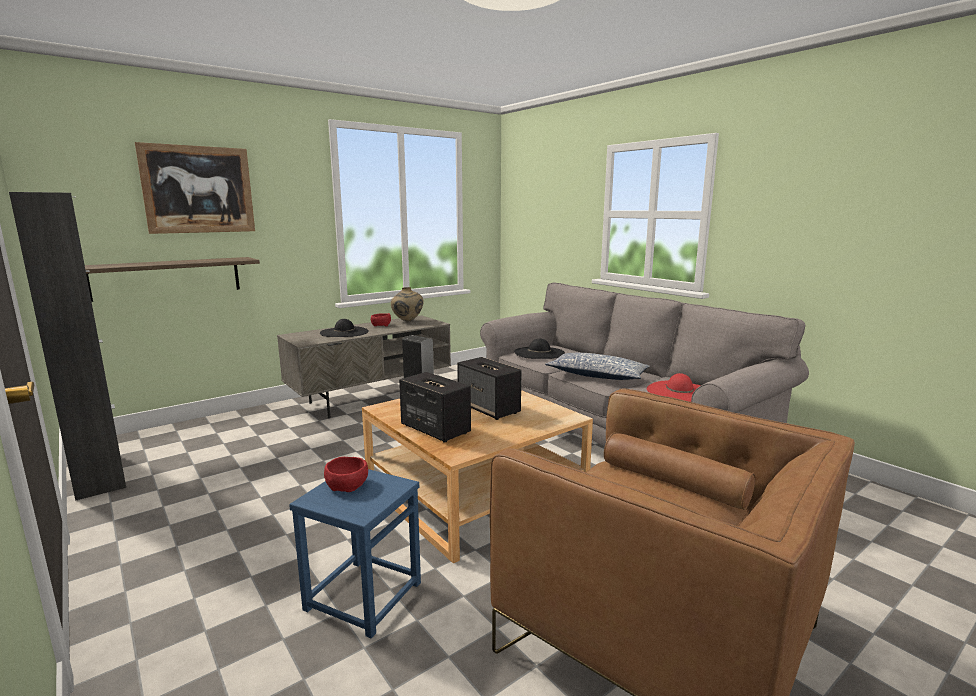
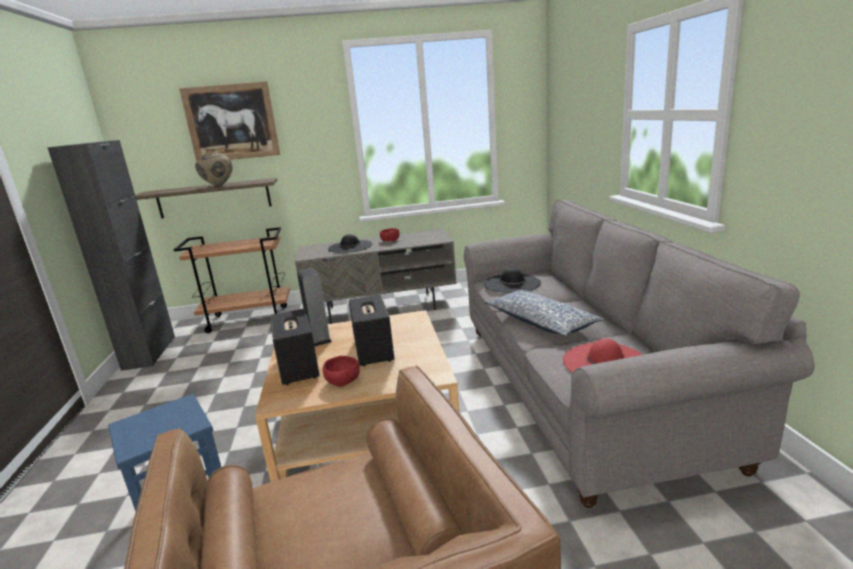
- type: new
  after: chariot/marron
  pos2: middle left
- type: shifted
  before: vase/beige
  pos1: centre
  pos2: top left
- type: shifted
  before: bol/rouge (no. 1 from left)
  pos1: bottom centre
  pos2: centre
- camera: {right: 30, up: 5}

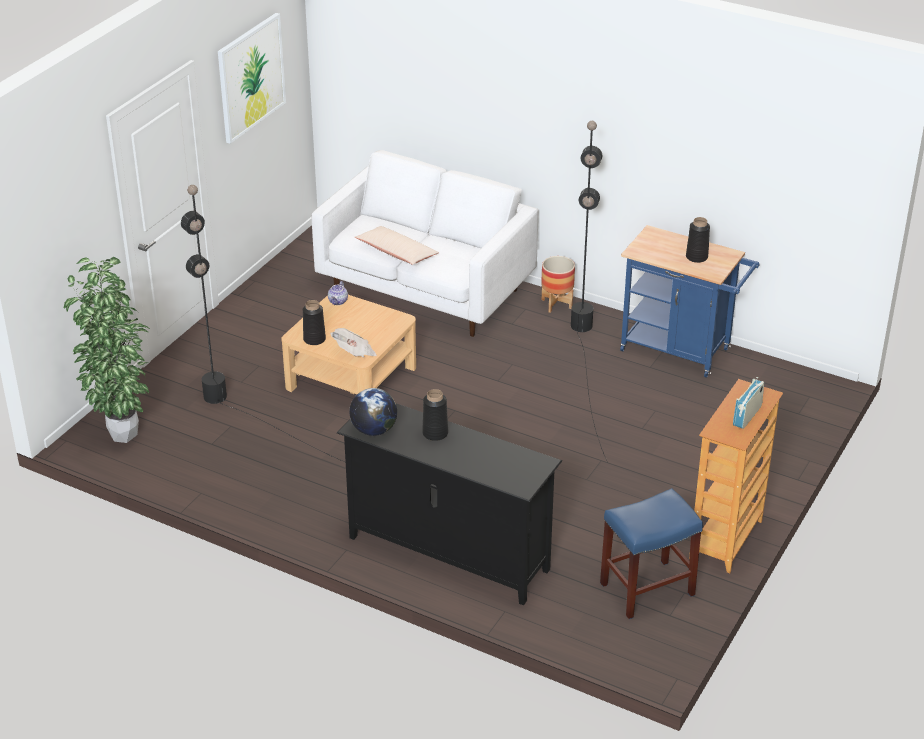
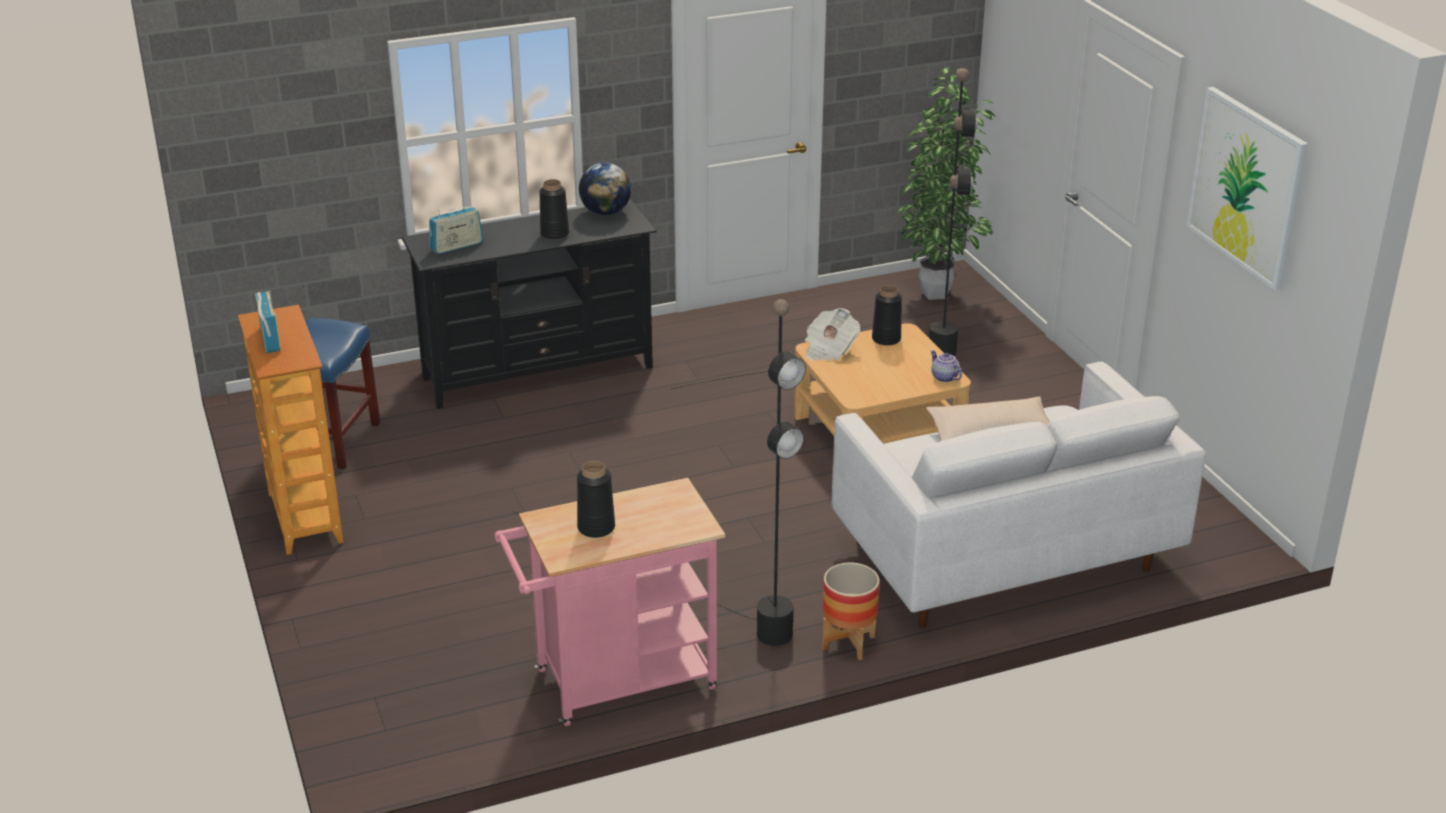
- type: new
  after: radio (no. 2 from left)
  pos2: top left
- type: repainted
  before: chariot/bleu
  after: chariot/rose
  pos1: middle right
  pos2: bottom centre
- camera: {right: 130, up: -5}

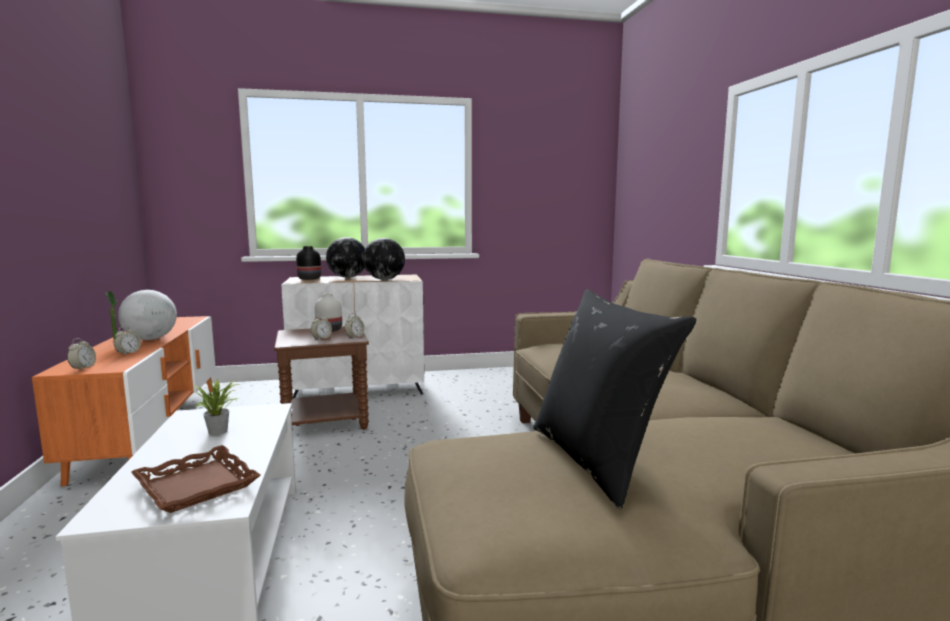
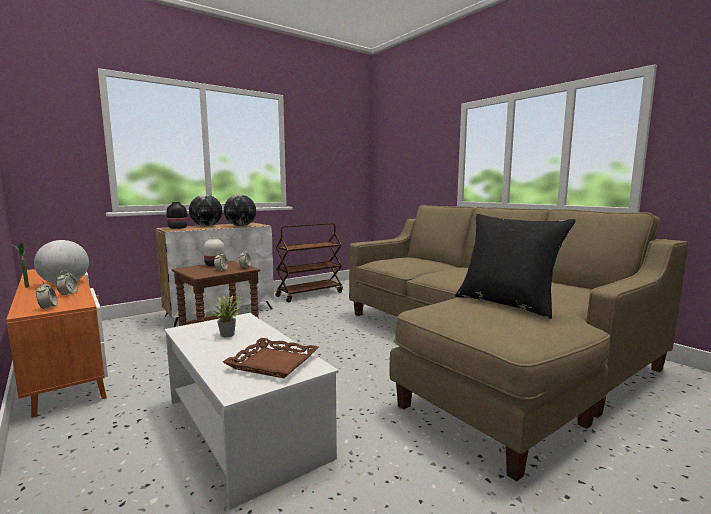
- type: new
  after: chariot/marron
  pos2: centre
- camera: {right: -25, up: 0}

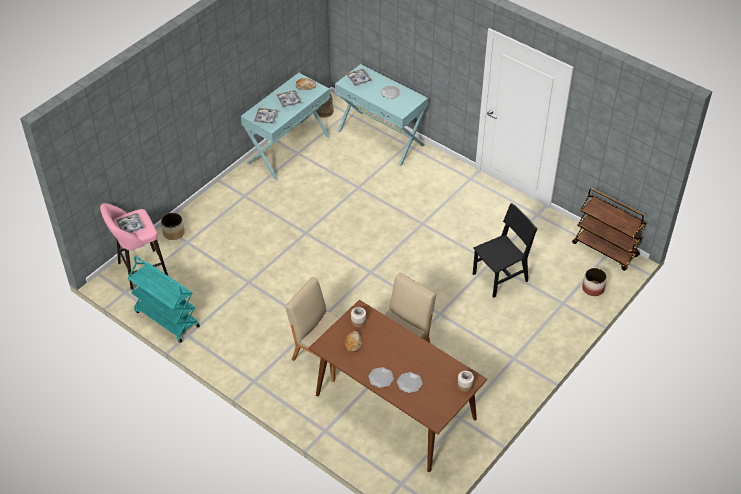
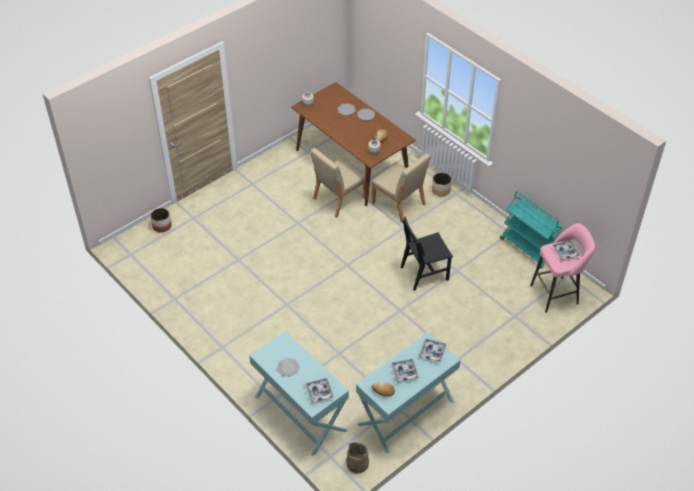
- type: shifted
  before: chaise/noir
  pos1: middle right
  pos2: centre
- type: shifted
  before: cache-pot (no. 1 from left in the first image)
  after: cache-pot (no. 2 from left)
  pos1: middle left
  pos2: centre
- type: gone
  before: chariot/marron
  pos1: middle right
- camera: {right: -170, up: 0}

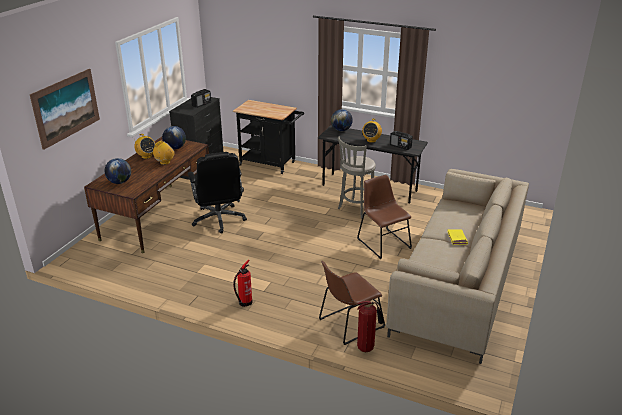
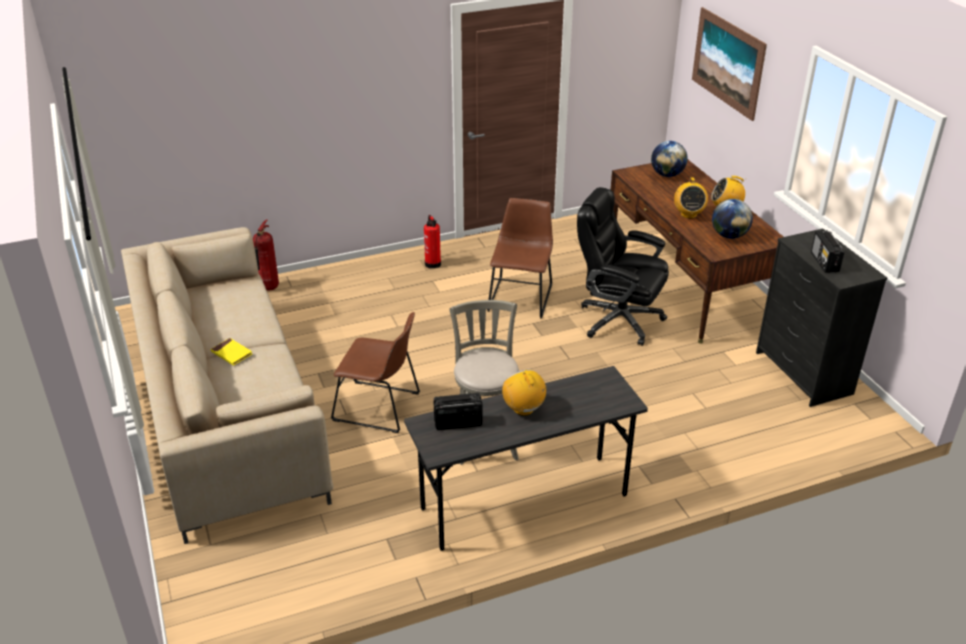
- type: shifted
  before: chaise/marron (no. 1 from left in the first image)
  after: chaise/marron (no. 2 from left)
  pos1: bottom centre
  pos2: centre
- type: gone
  before: chariot/noir
  pos1: top centre
- type: gone
  before: globe (no. 3 from left)
  pos1: top centre
- camera: {right: 135, up: 5}

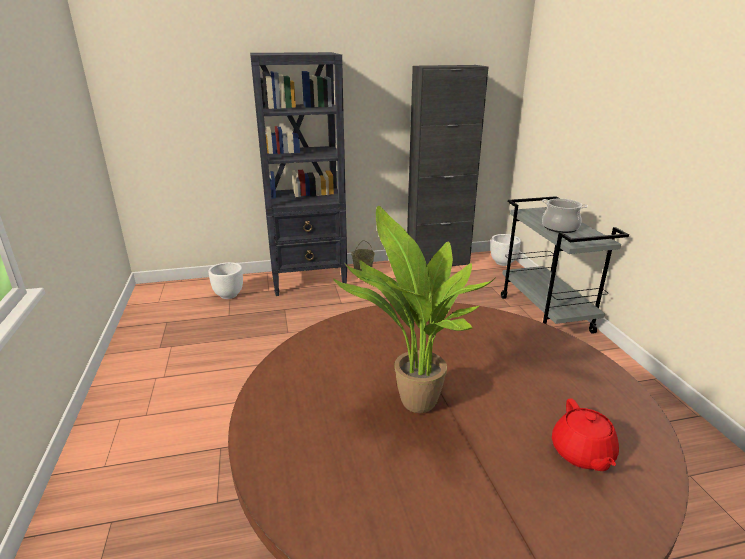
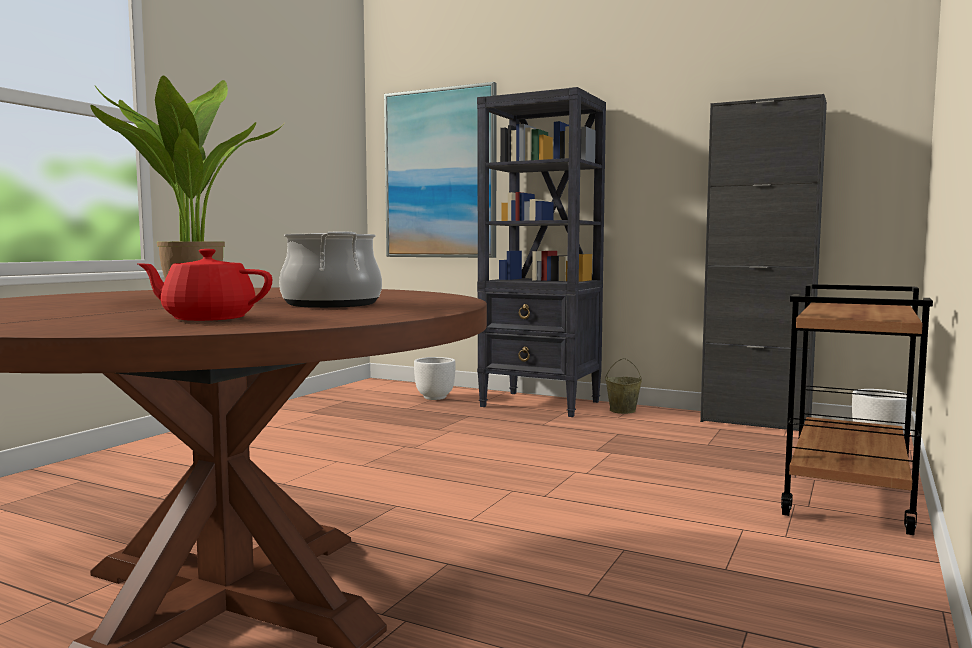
- type: rotated
  before: théière/rouge
  pos1: bottom right
  pos2: middle left
  turn: 60
- type: shifted
  before: marmite
  pos1: middle right
  pos2: centre
- type: new
  after: tableau
  pos2: top centre
- type: repainted
  before: chariot/gris
  after: chariot/marron
  pos1: middle right
  pos2: middle right
- camera: {right: 40, up: -20}

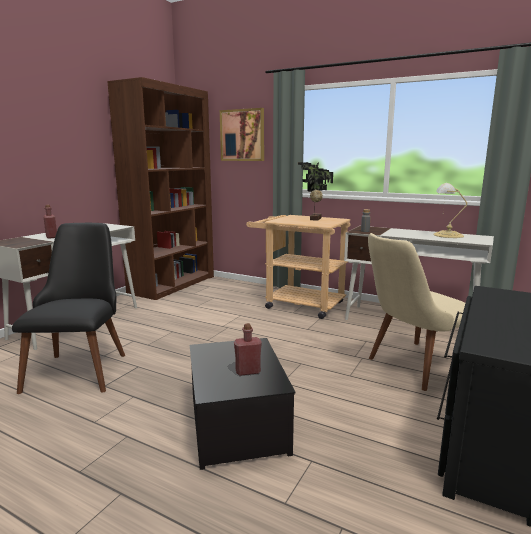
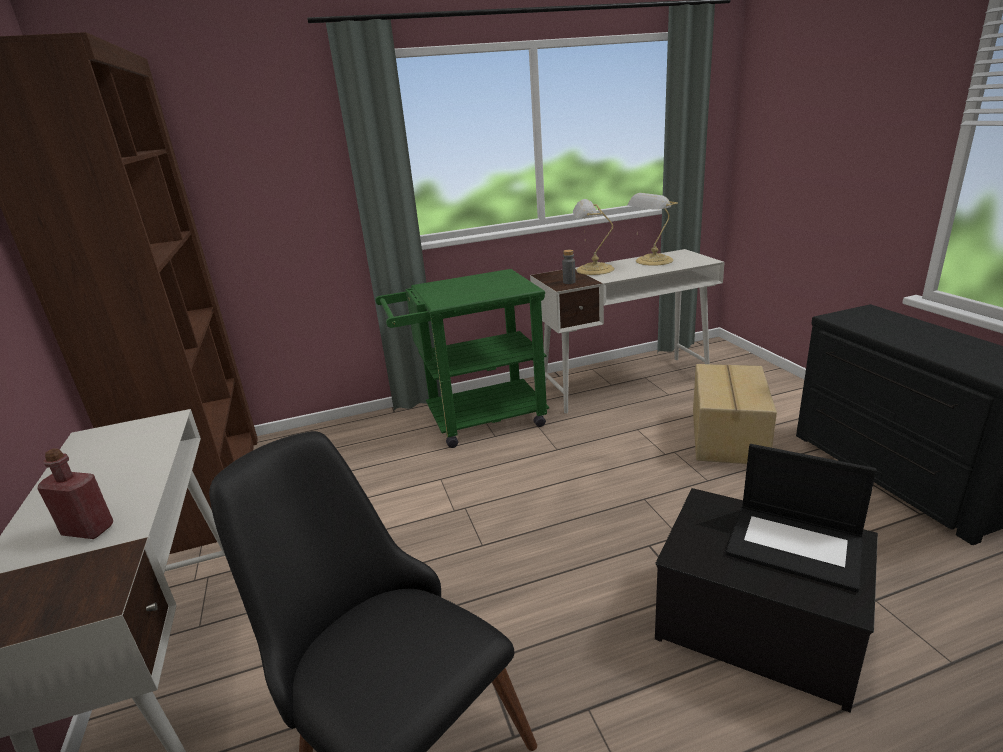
- type: repainted
  before: chariot/beige
  after: chariot/vert
  pos1: centre
  pos2: centre
- type: new
  after: lampe de table (no. 1 from left)
  pos2: top centre
- type: swapped
  before: chaise/beige
  after: carton
  pos1: middle right
  pos2: middle right
- type: swapped
  before: bouteille/rouge (no. 2 from left)
  after: ordinateur portable
  pos1: centre
  pos2: bottom right
- type: gone
  before: tableau
  pos1: top centre
- type: gone
  before: plante en pot
  pos1: centre
- camera: {right: -45, up: 10}

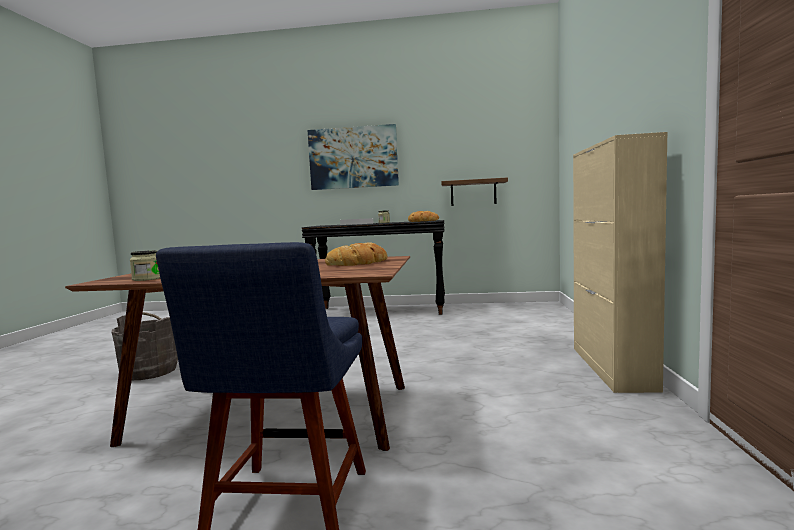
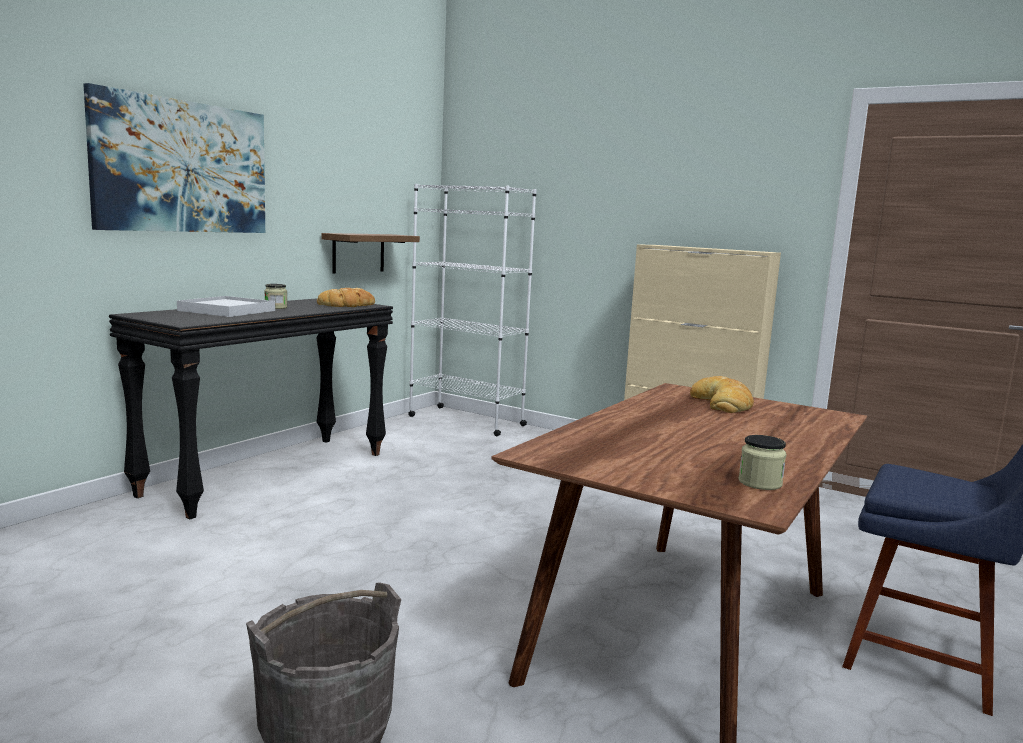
- type: new
  after: bibliothèque/blanc
  pos2: centre
- camera: {right: -65, up: 5}

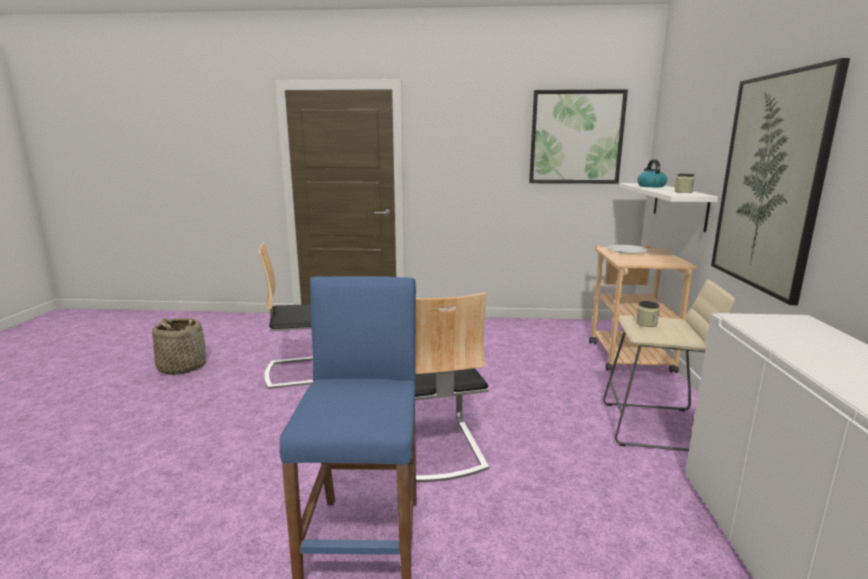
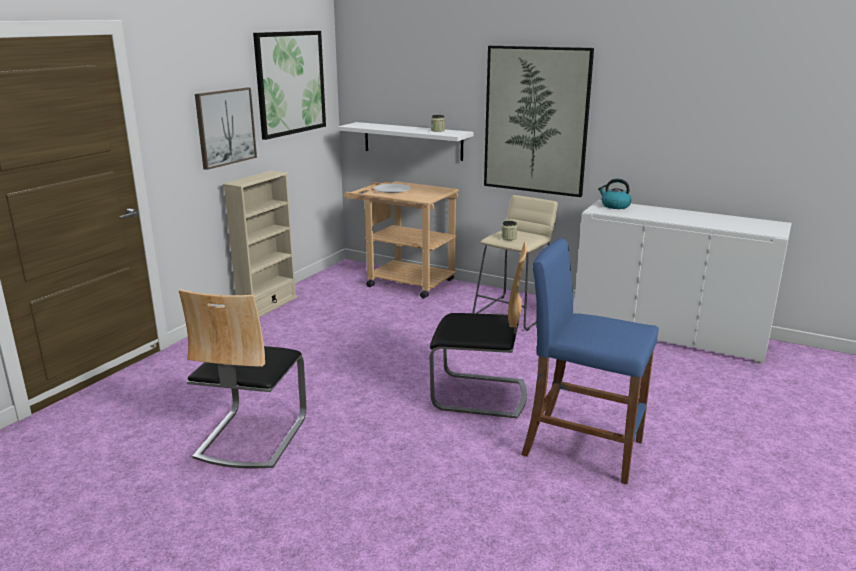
- type: new
  after: tableau (no. 1 from left)
  pos2: top left
- type: new
  after: bibliothèque/beige
  pos2: middle left
- type: shifted
  before: bouilloire
  pos1: top right
  pos2: middle right
- type: gone
  before: panier
  pos1: middle left
- camera: {right: -65, up: 5}

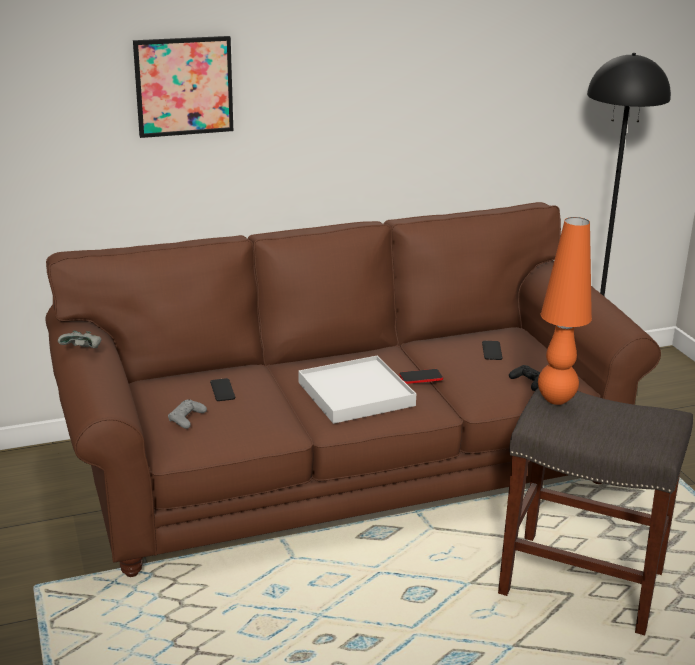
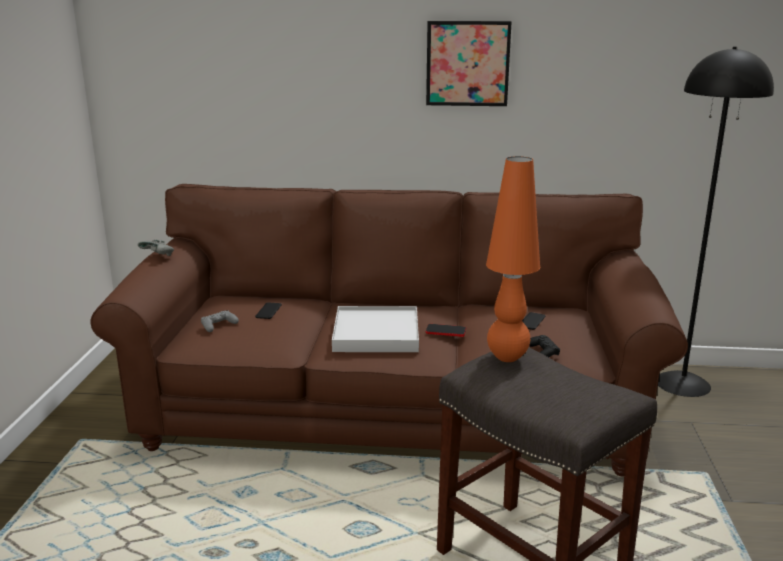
- type: shifted
  before: tableau
  pos1: top left
  pos2: top centre
- camera: {right: 25, up: -5}

